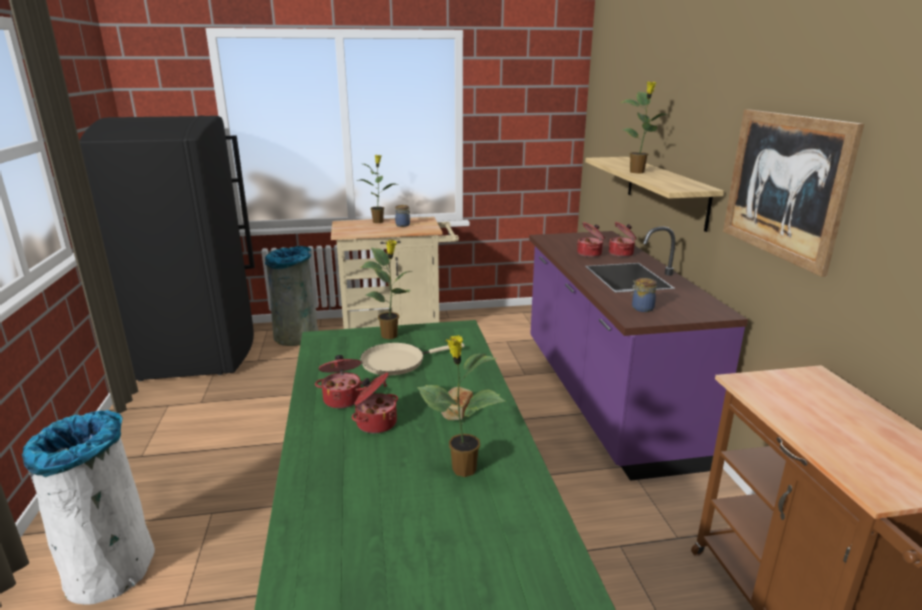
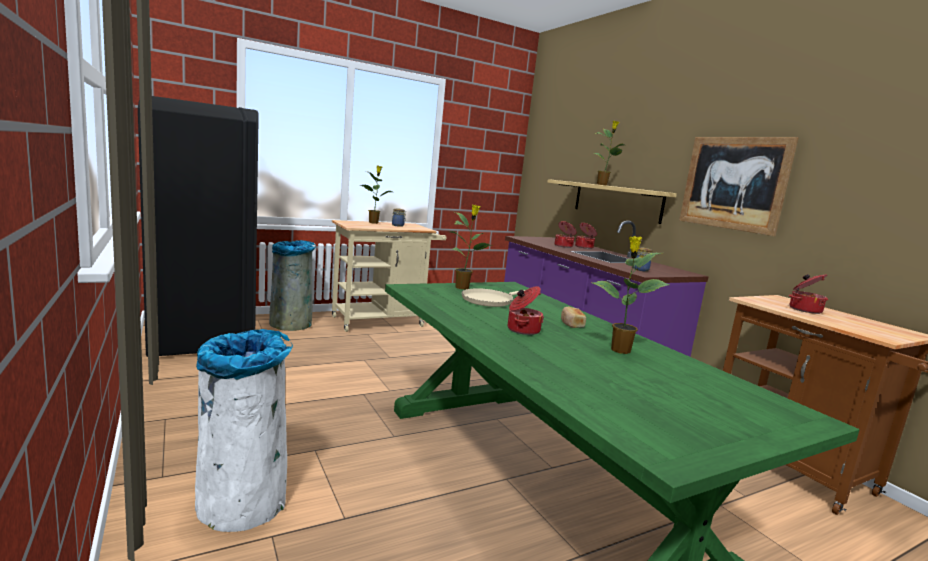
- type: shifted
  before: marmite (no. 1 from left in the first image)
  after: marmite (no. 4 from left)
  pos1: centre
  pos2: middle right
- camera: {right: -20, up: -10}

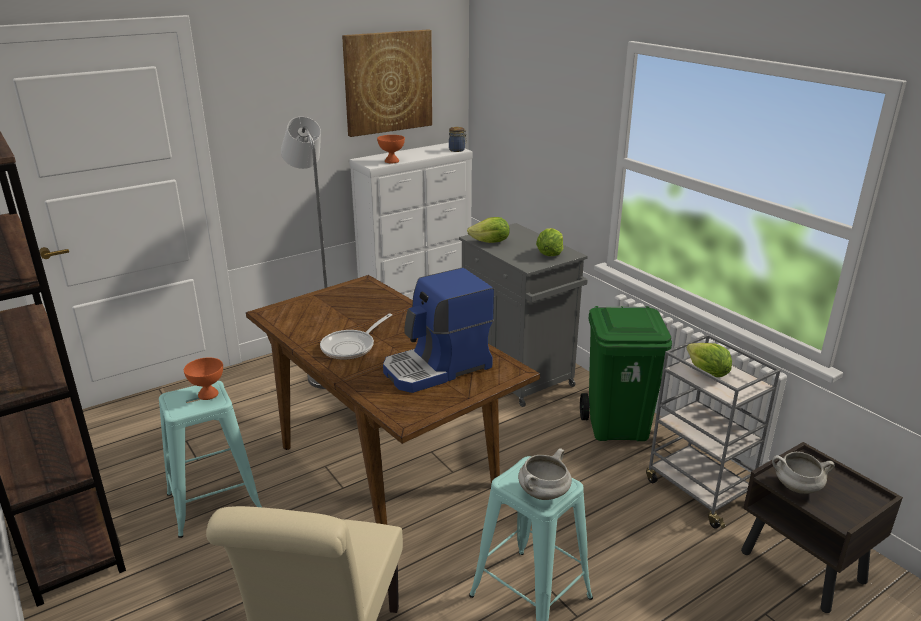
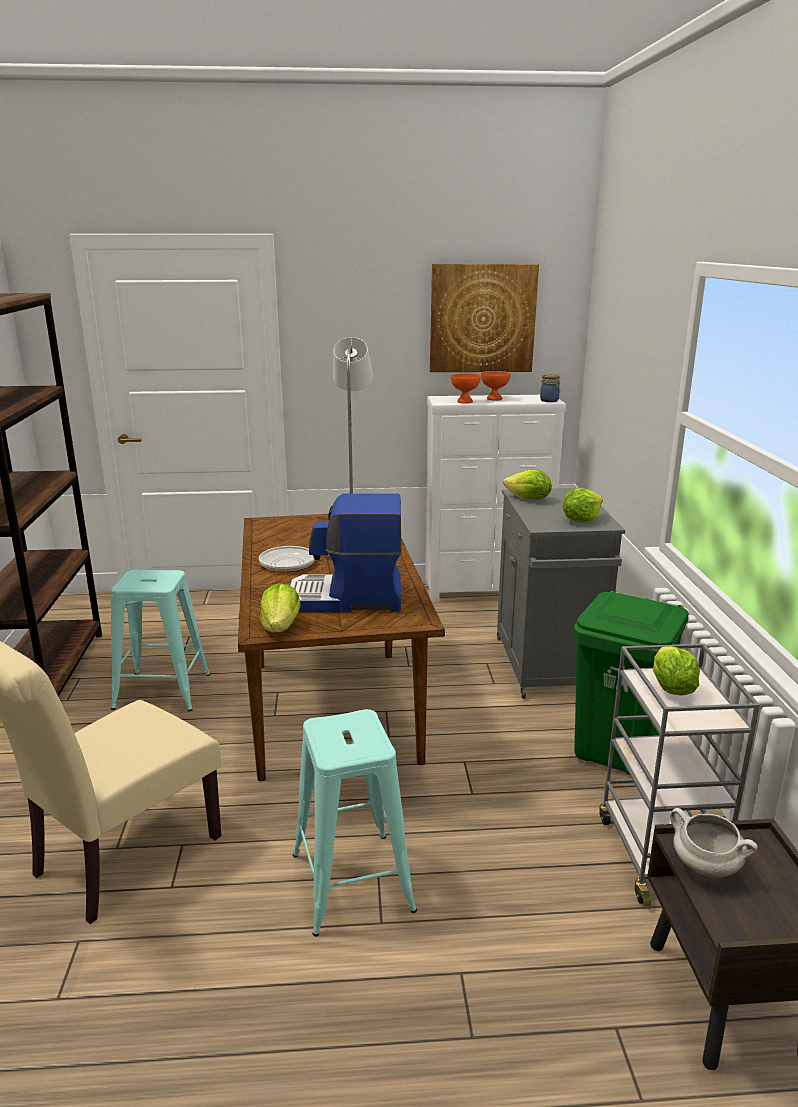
- type: new
  after: laitue (no. 1 from left)
  pos2: centre
- type: shifted
  before: bol/orange (no. 1 from left in the first image)
  after: bol/orange (no. 2 from left)
  pos1: middle left
  pos2: centre
- type: gone
  before: marmite/blanc (no. 1 from left)
  pos1: bottom centre
- camera: {right: 30, up: -5}

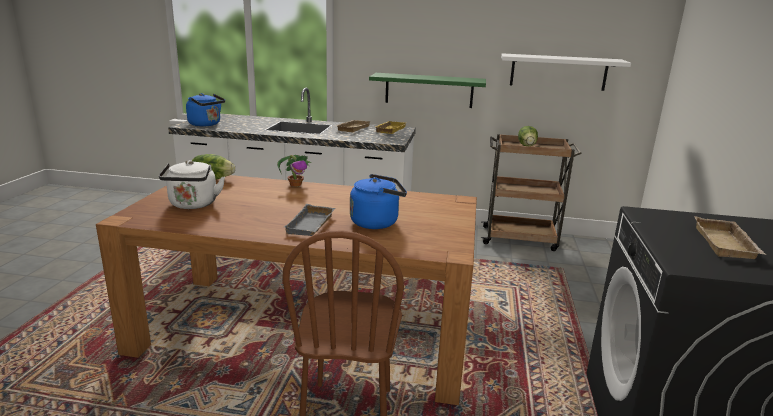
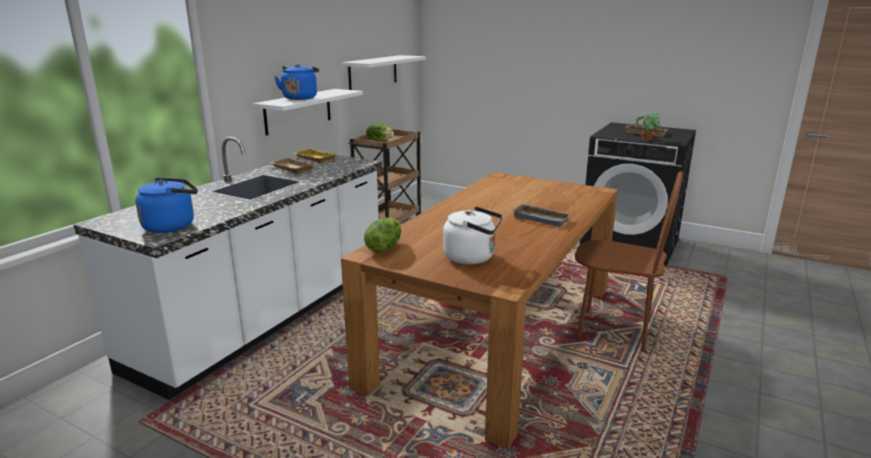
- type: repainted
  before: étagère/vert
  after: étagère/blanc (no. 1 from left)
  pos1: top centre
  pos2: top centre
- type: shifted
  before: bouilloire/bleu (no. 2 from left)
  pos1: centre
  pos2: top centre
- type: shifted
  before: plante en pot
  pos1: centre
  pos2: top right
- camera: {right: -70, up: 0}

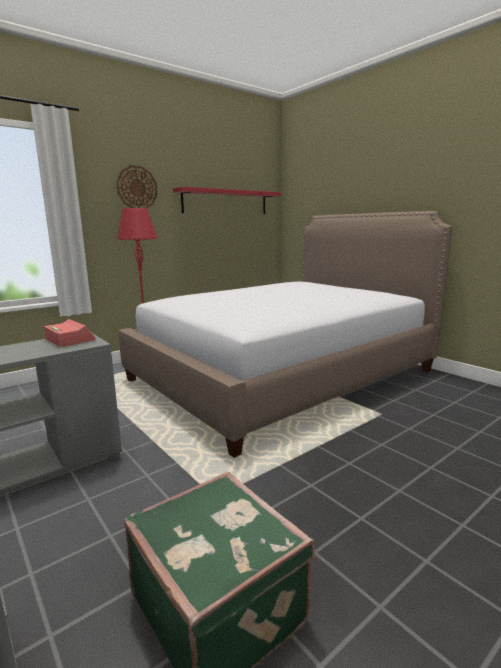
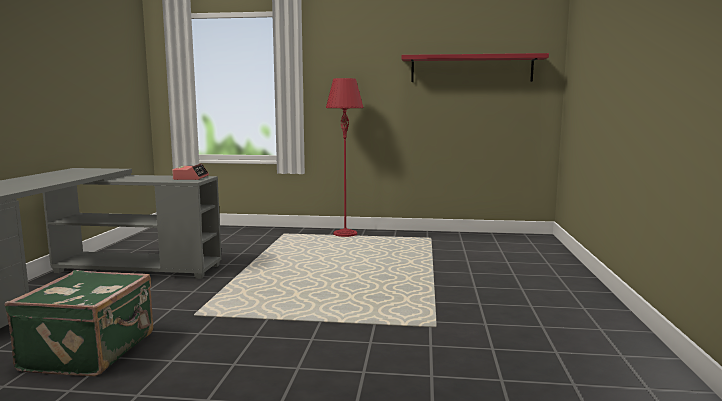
- type: gone
  before: horloge murale
  pos1: top left
- type: gone
  before: lit
  pos1: centre
- camera: {right: 45, up: -5}

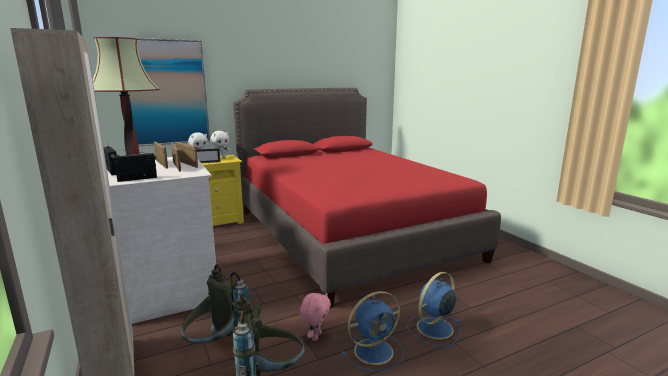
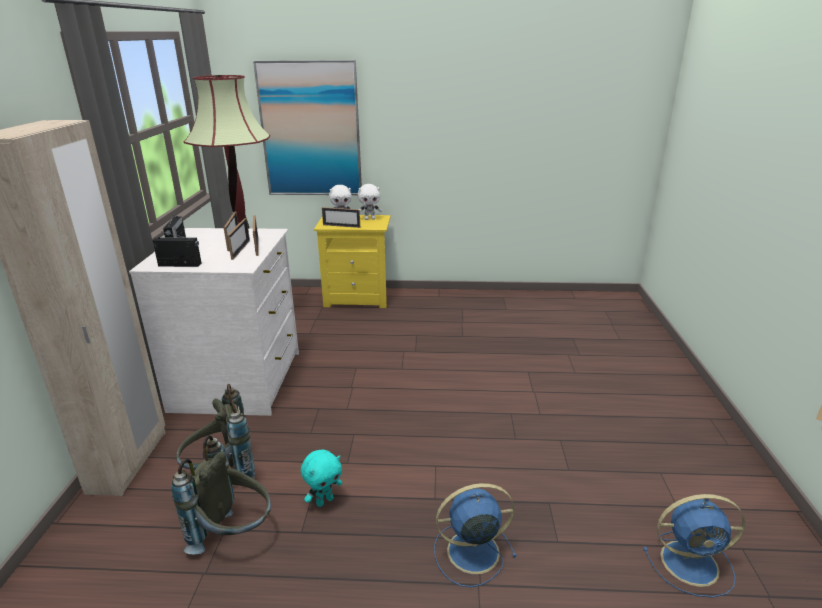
- type: repainted
  before: peluche/rose
  after: peluche/turquoise
  pos1: bottom centre
  pos2: bottom centre
- type: shifted
  before: ventilateur/bleu (no. 1 from left in the first image)
  after: ventilateur/bleu (no. 2 from left)
  pos1: bottom centre
  pos2: bottom right
- type: gone
  before: lit/rouge
  pos1: centre
- camera: {right: 30, up: 10}

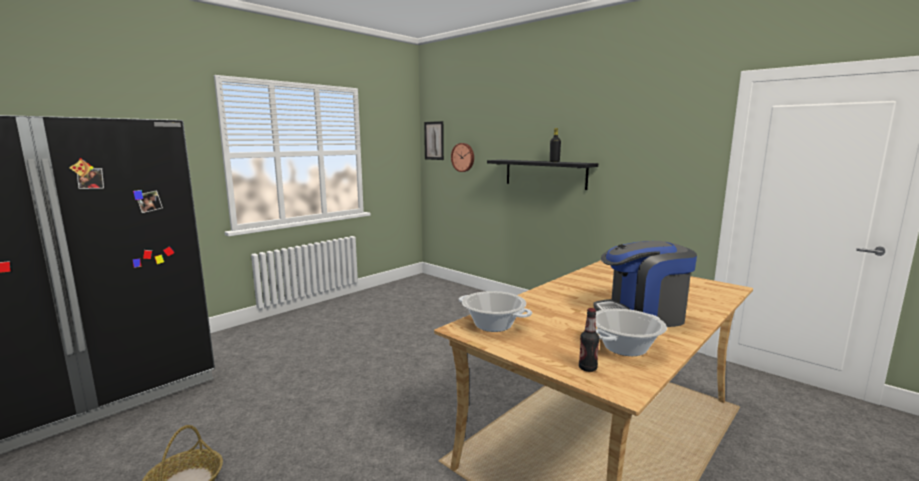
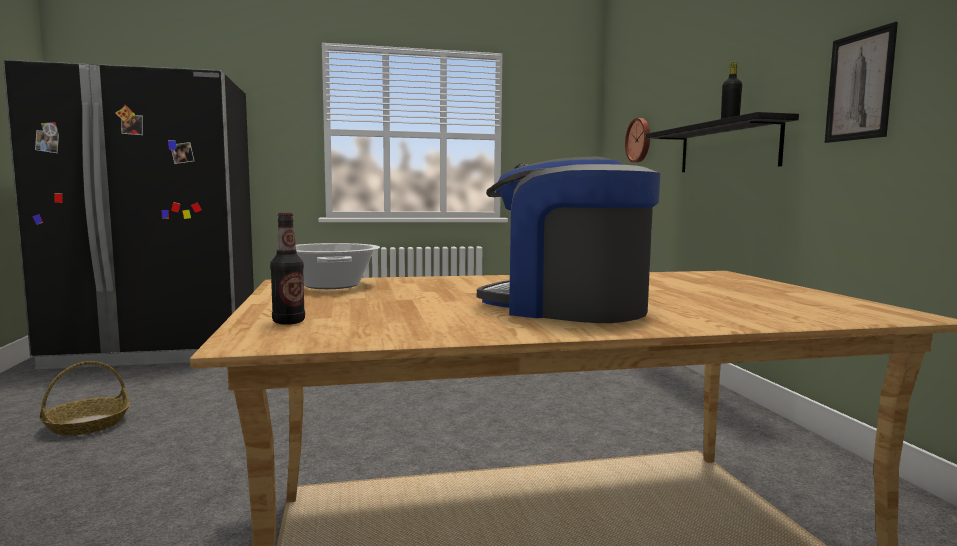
- type: shifted
  before: tableau
  pos1: top centre
  pos2: top right
- type: gone
  before: marmite (no. 2 from left)
  pos1: bottom right
- camera: {right: 35, up: -5}

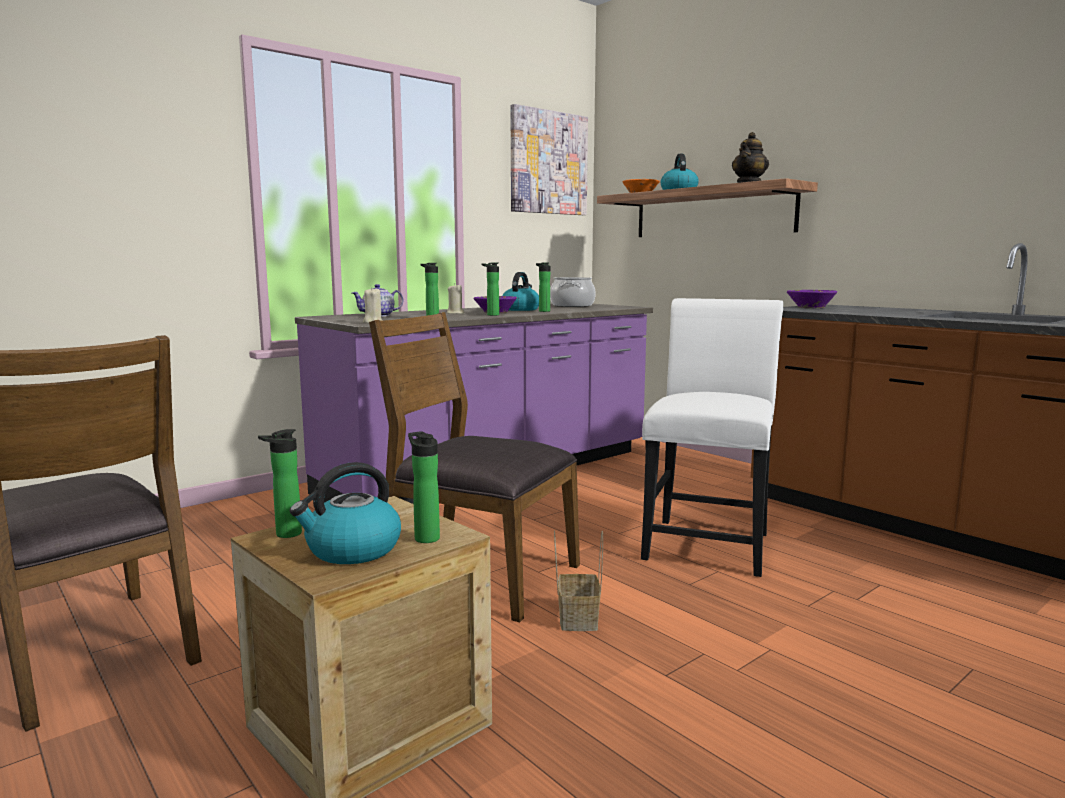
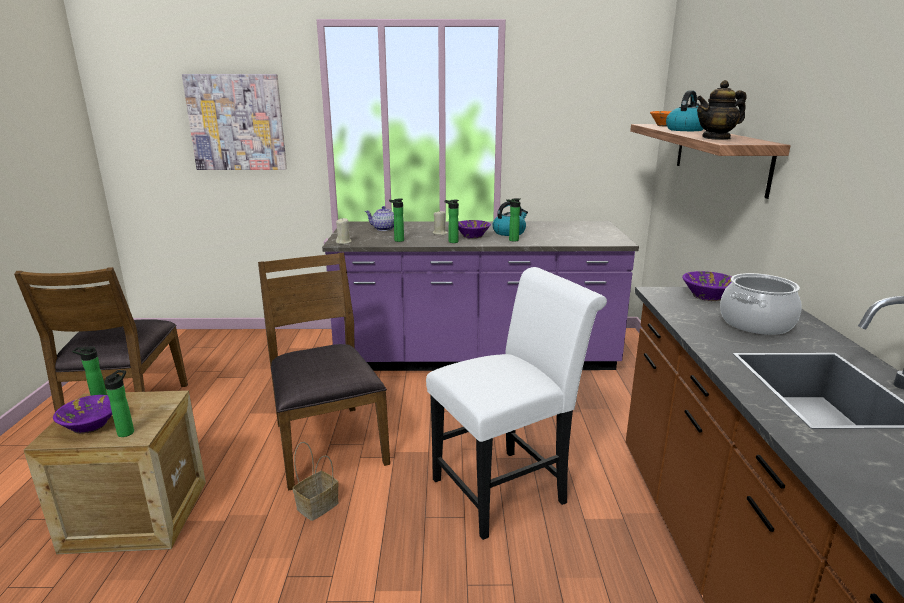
- type: swapped
  before: bouilloire (no. 1 from left)
  after: bol/violet (no. 1 from left)
  pos1: middle left
  pos2: bottom left
- type: shifted
  before: tableau
  pos1: top centre
  pos2: top left
- type: shifted
  before: marmite
  pos1: centre
  pos2: middle right
- camera: {right: 40, up: 10}

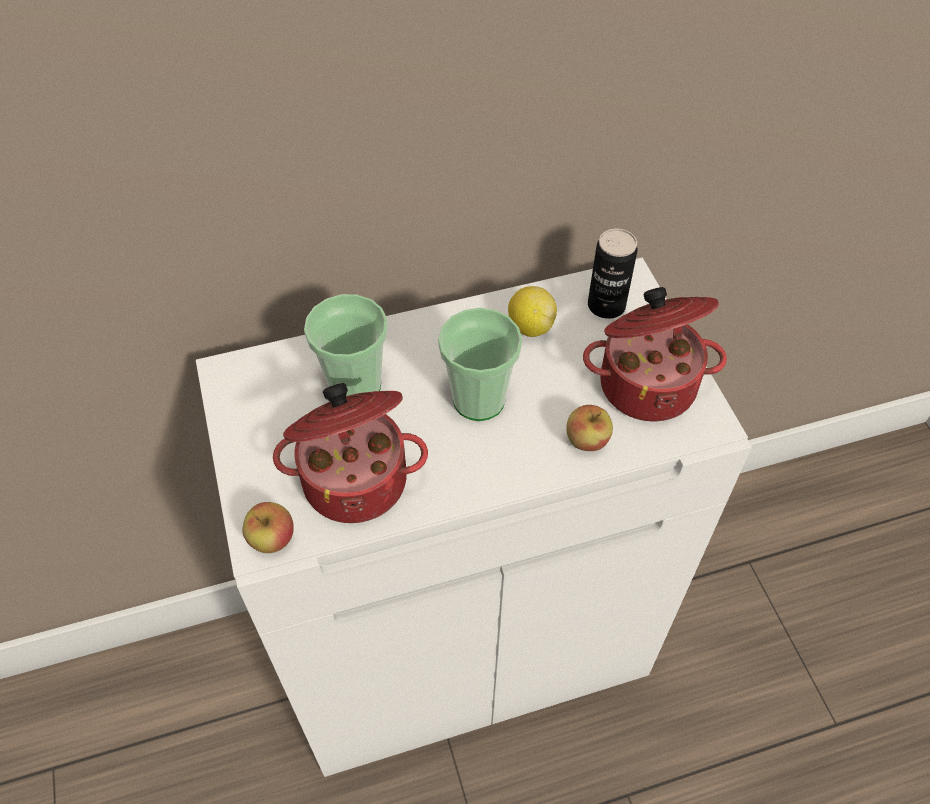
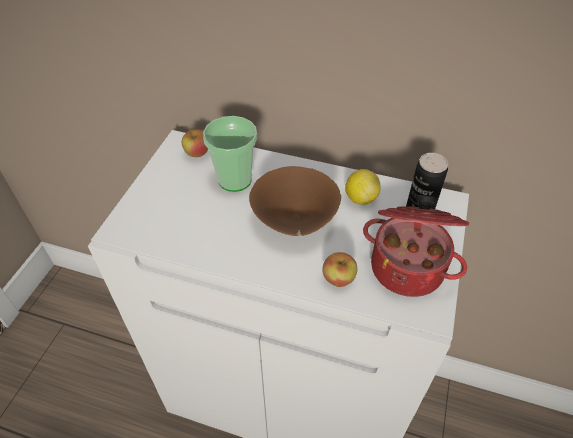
- type: shifted
  before: pomme (no. 1 from left)
  pos1: middle left
  pos2: top centre
- type: swapped
  before: tasse (no. 2 from left)
  after: bol/marron
  pos1: centre
  pos2: centre
- type: gone
  before: marmite (no. 1 from left)
  pos1: centre
- camera: {right: 35, up: -5}

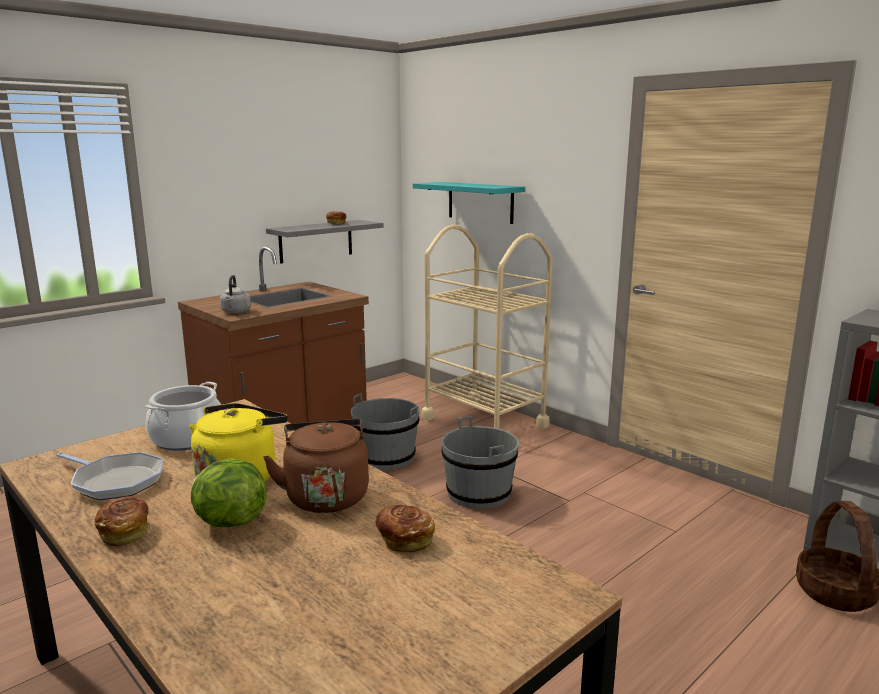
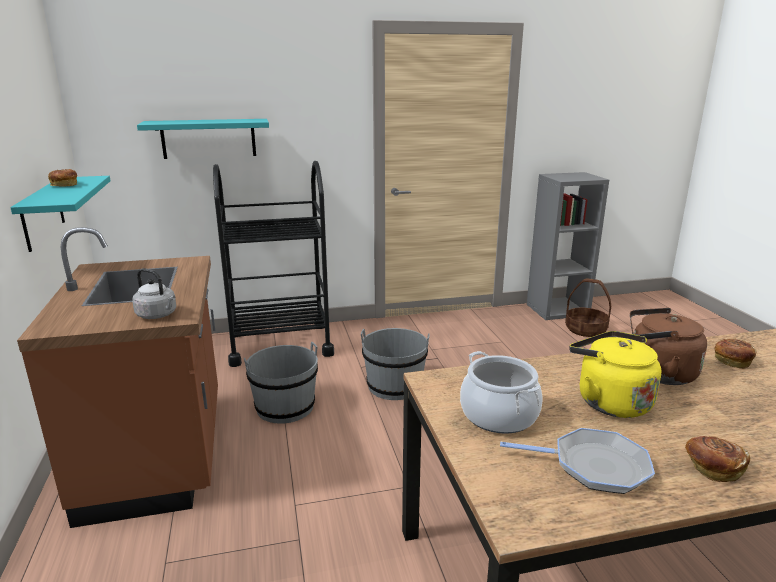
- type: repainted
  before: étagère/gris
  after: étagère/turquoise (no. 1 from left)
  pos1: centre
  pos2: middle left
- type: repainted
  before: chariot/beige
  after: chariot/noir
  pos1: centre
  pos2: centre
- type: rotated
  before: poêle
  pos1: bottom left
  pos2: bottom right
  turn: 45
- type: gone
  before: laitue
  pos1: bottom left
- camera: {right: -60, up: 5}

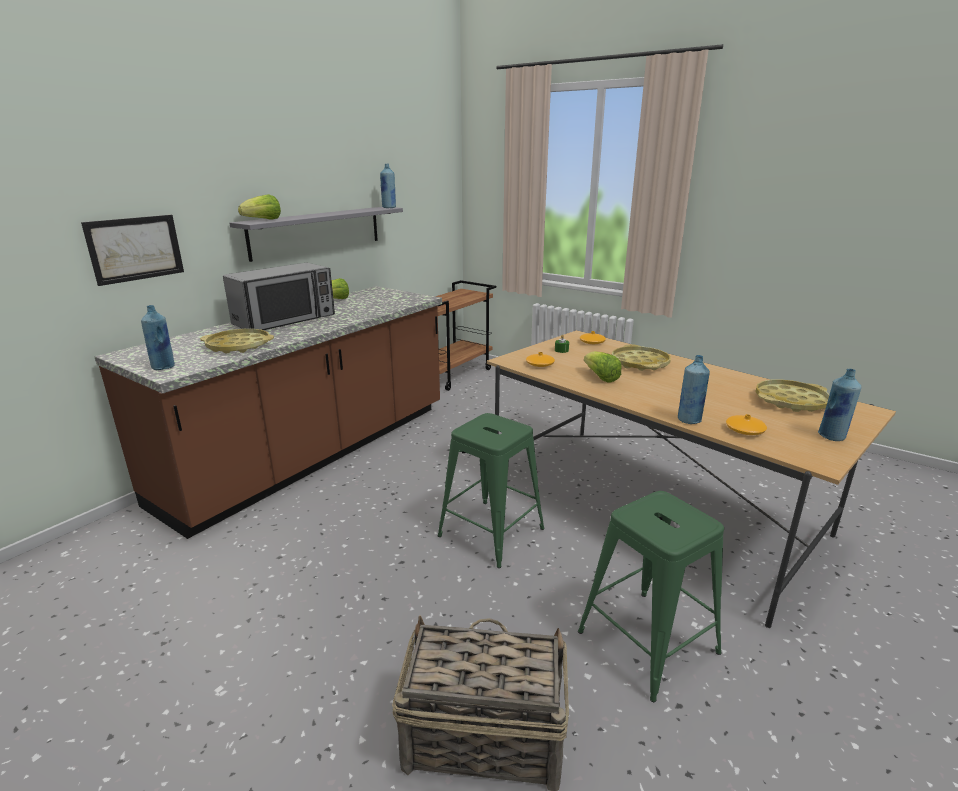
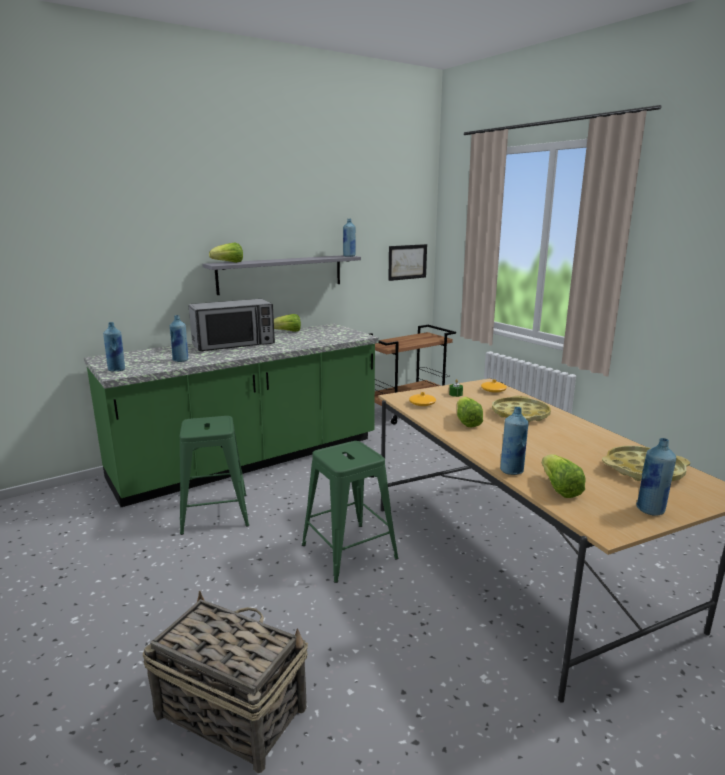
- type: repainted
  before: comptoir de cuisine/marron
  after: comptoir de cuisine/vert
  pos1: middle left
  pos2: middle left
- type: swapped
  before: plateau/jaune (no. 1 from left)
  after: bouteille/bleu (no. 2 from left)
  pos1: middle left
  pos2: middle left
- type: shifted
  before: tabouret/vert (no. 2 from left in the first image)
  after: tabouret/vert (no. 1 from left)
  pos1: bottom right
  pos2: middle left
- type: shifted
  before: tableau
  pos1: top left
  pos2: centre
- type: swapped
  before: vase/orange (no. 3 from left)
  after: laitue (no. 4 from left)
  pos1: middle right
  pos2: middle right
- camera: {right: 20, up: -5}

